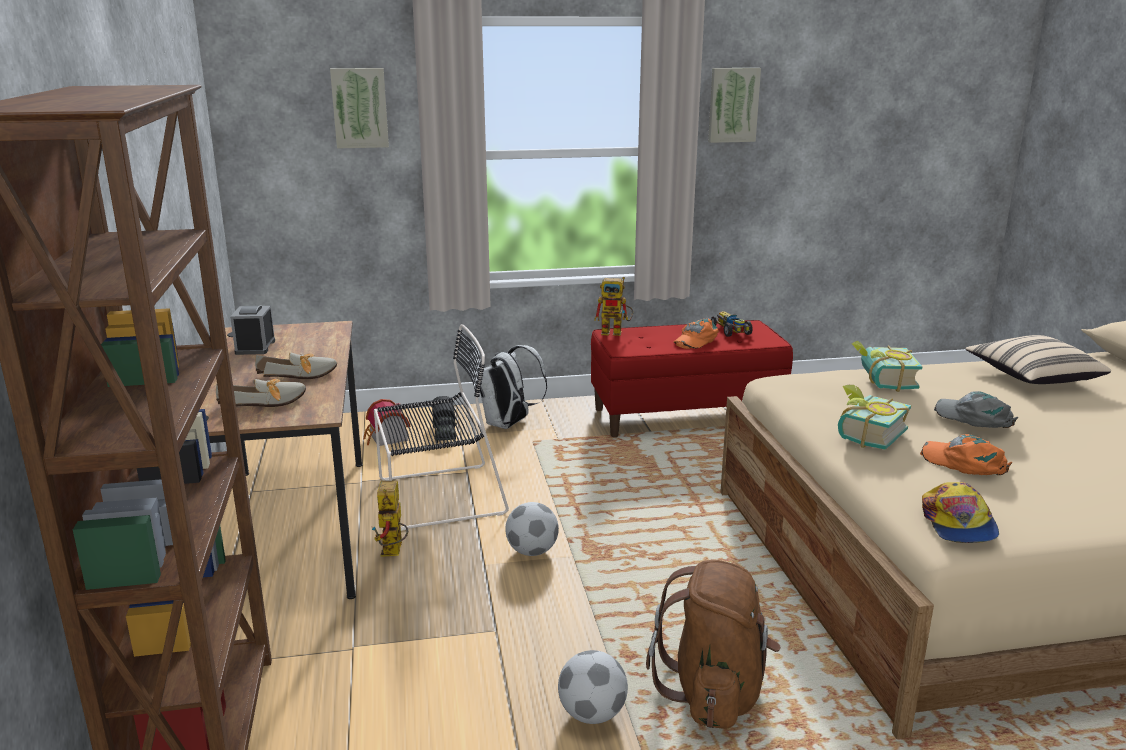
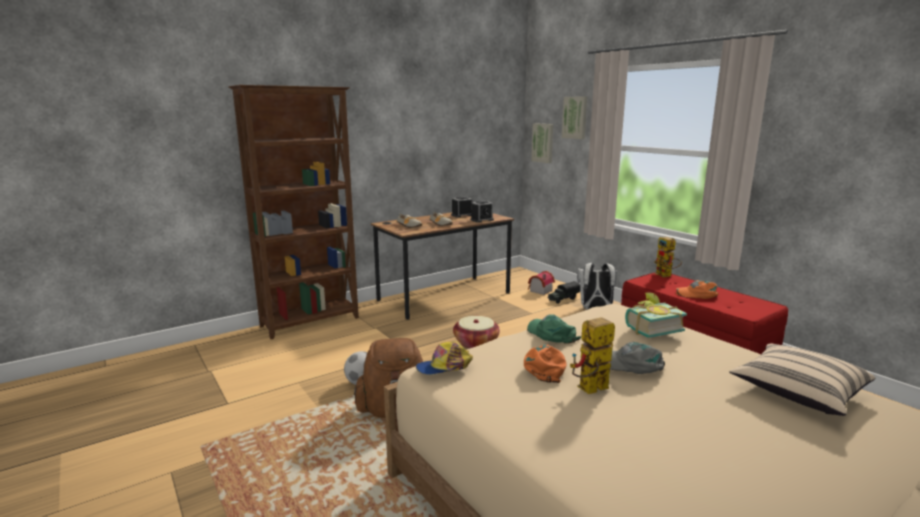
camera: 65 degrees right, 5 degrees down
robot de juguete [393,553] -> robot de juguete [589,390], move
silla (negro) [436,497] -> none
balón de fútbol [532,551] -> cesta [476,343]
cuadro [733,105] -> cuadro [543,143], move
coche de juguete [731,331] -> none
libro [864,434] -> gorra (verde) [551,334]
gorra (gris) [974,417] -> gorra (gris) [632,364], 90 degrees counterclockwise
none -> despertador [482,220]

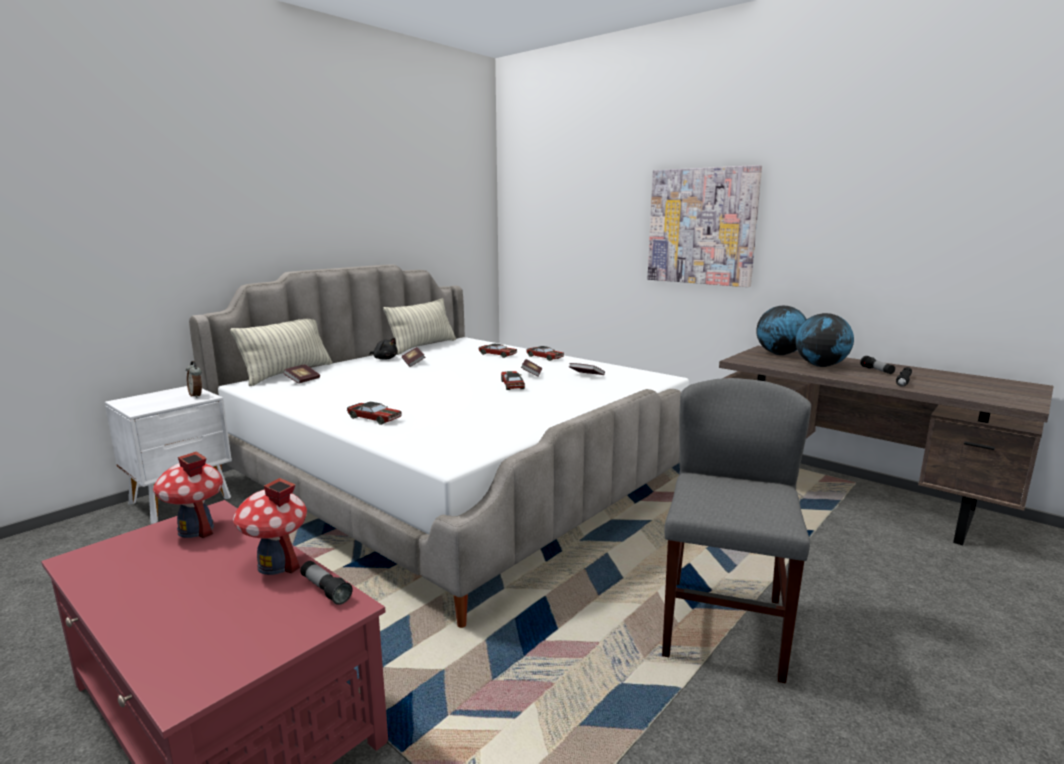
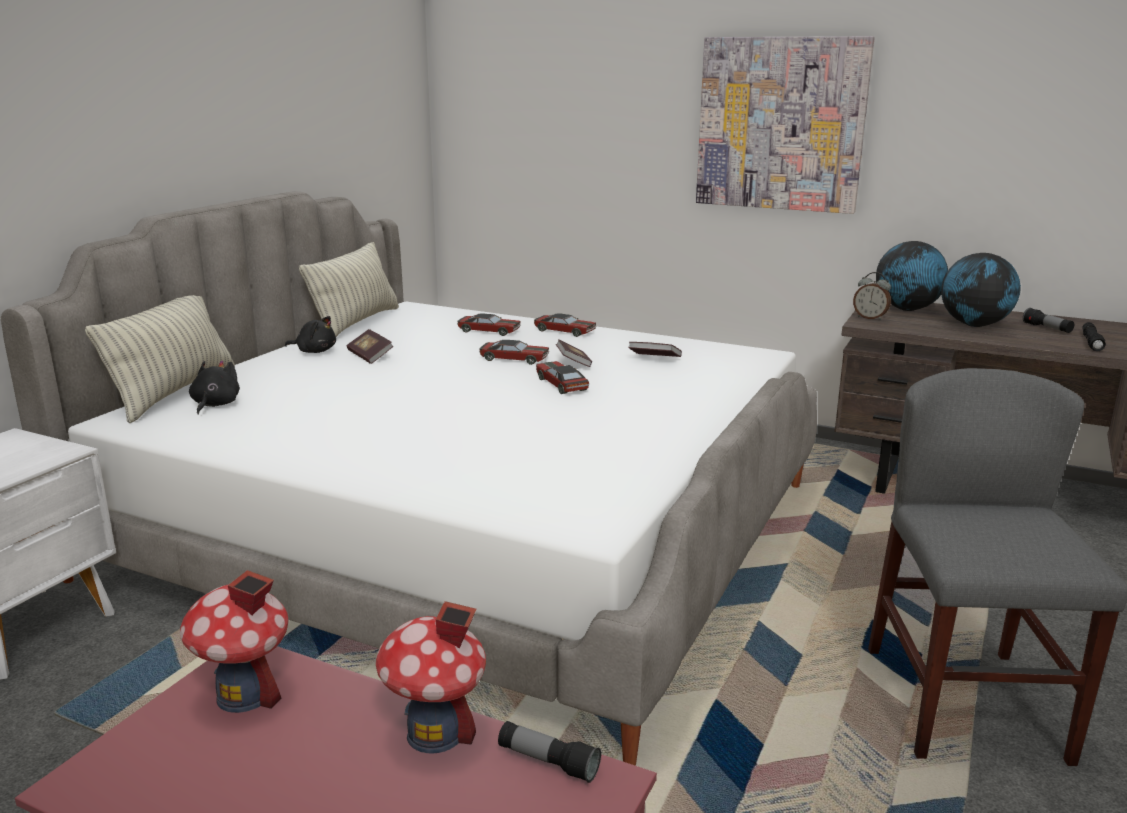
camera: 15 degrees left, 5 degrees up
despertador [197,395] -> despertador [870,318], move
libro [302,381] -> peluche (negro) [214,405]
coche de juguete [374,418] -> coche de juguete [514,359], move

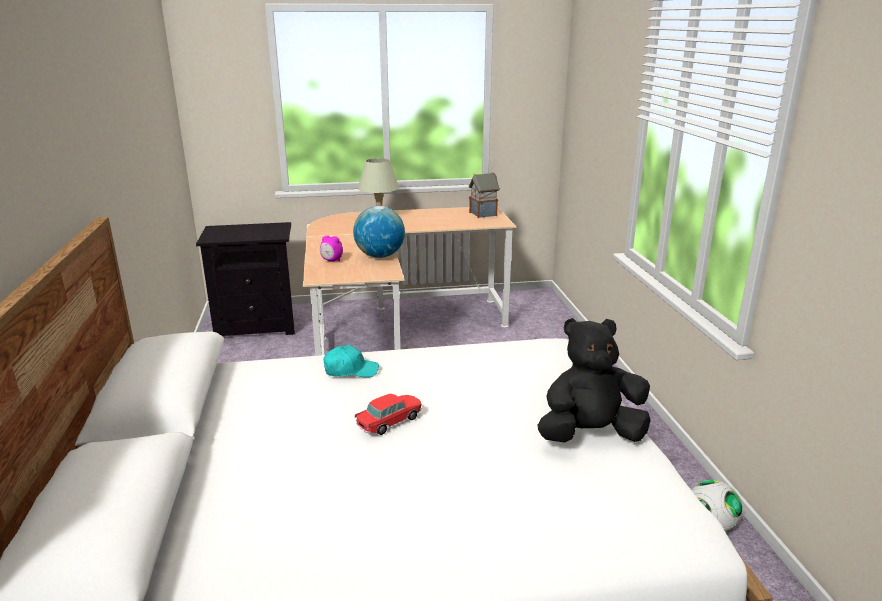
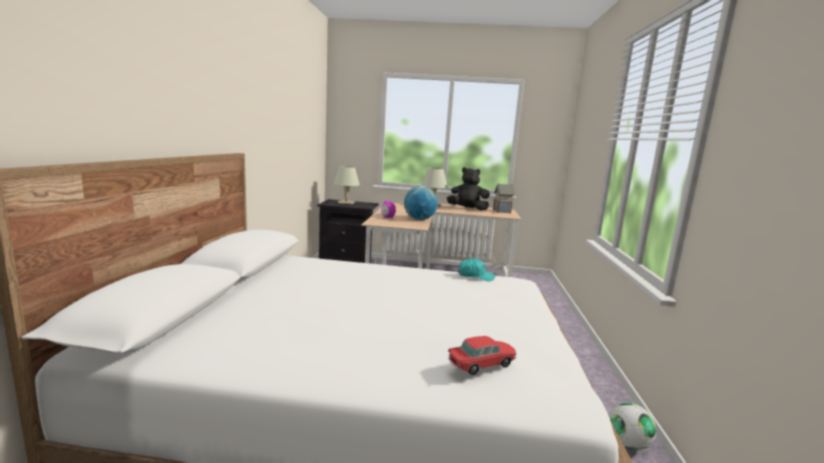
camera: 15 degrees right, 10 degrees down
gorra (turquesa) [350,370] -> gorra (turquesa) [475,276], move
coche de juguete [390,421] -> coche de juguete [482,364], move
peluche (negro) [590,434] -> peluche (negro) [467,209], move
none -> lámpara de mesa (beis) [345,203]

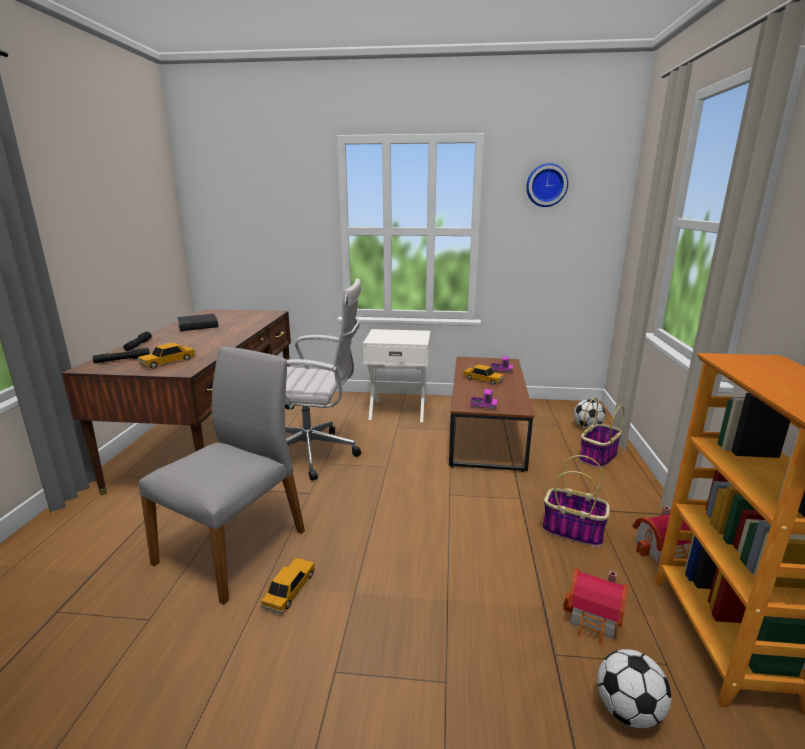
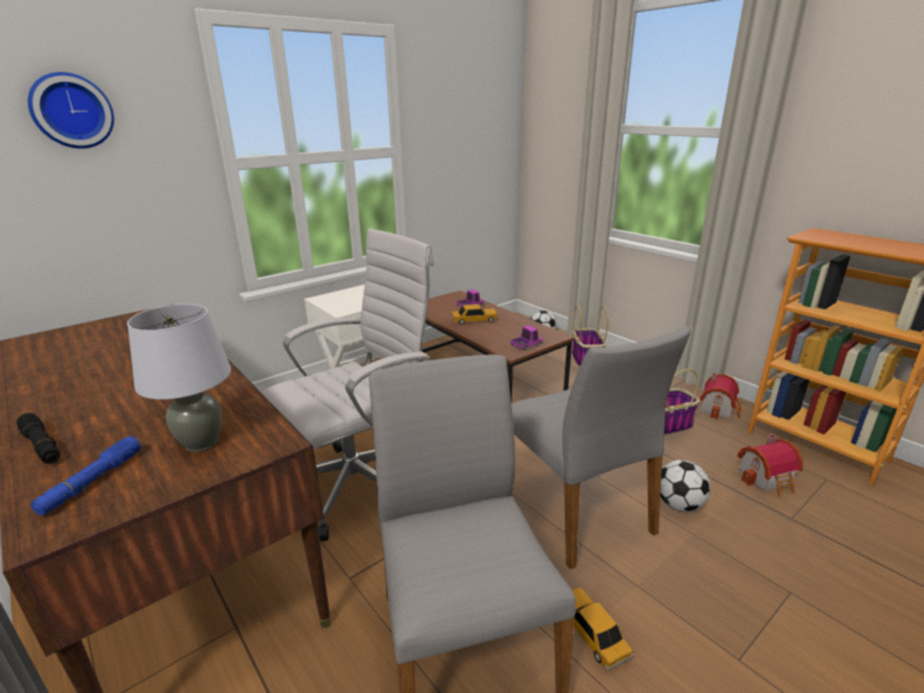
camera: 45 degrees left, 5 degrees up
linterna (negro) [122,360] -> linterna (azul) [92,482]
coche de juguete [168,362] -> lámpara de mesa (gris) [201,443]
libro (negro) [198,326] -> none
reloj de pared [546,185] -> reloj de pared [72,111], move
balón de fútbol [628,710] -> balón de fútbol [679,504], move
none -> silla (gris) [576,509]

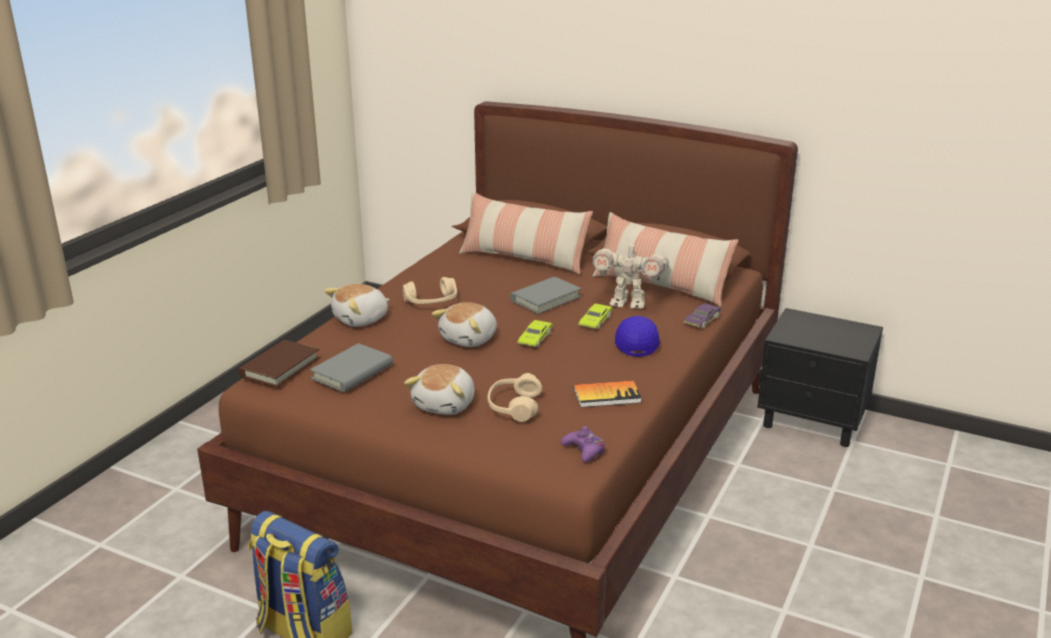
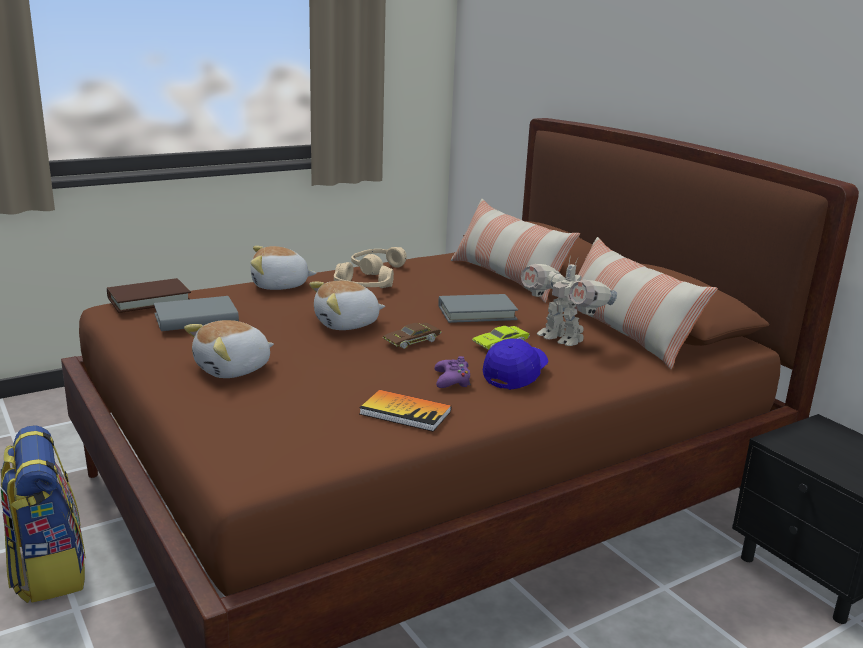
camera: 30 degrees right, 5 degrees down
auriculares (beis) [514,407] -> auriculares (beis) [376,268], move
coche de juguete (verde) [535,338] -> coche de juguete (marrón) [411,341]
mando de consola (morado) [584,450] -> mando de consola (morado) [452,380], move
coche de juguete (morado) [702,320] -> none

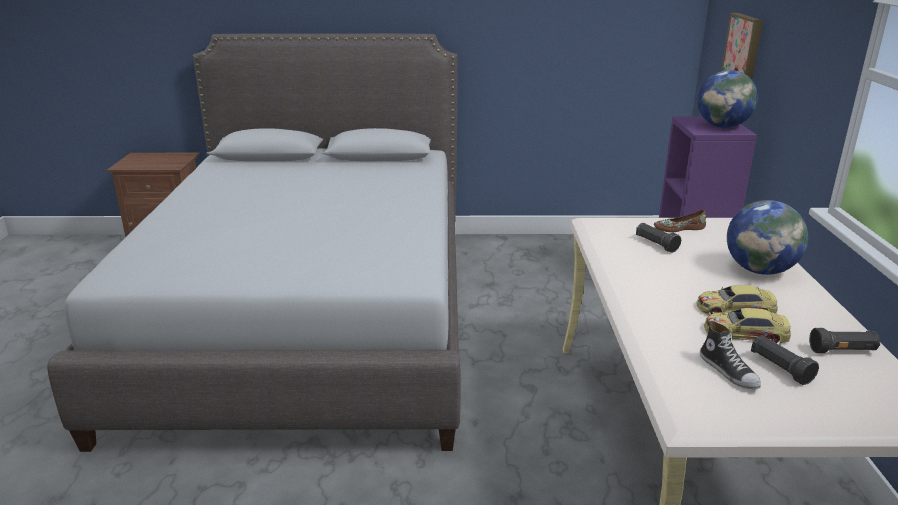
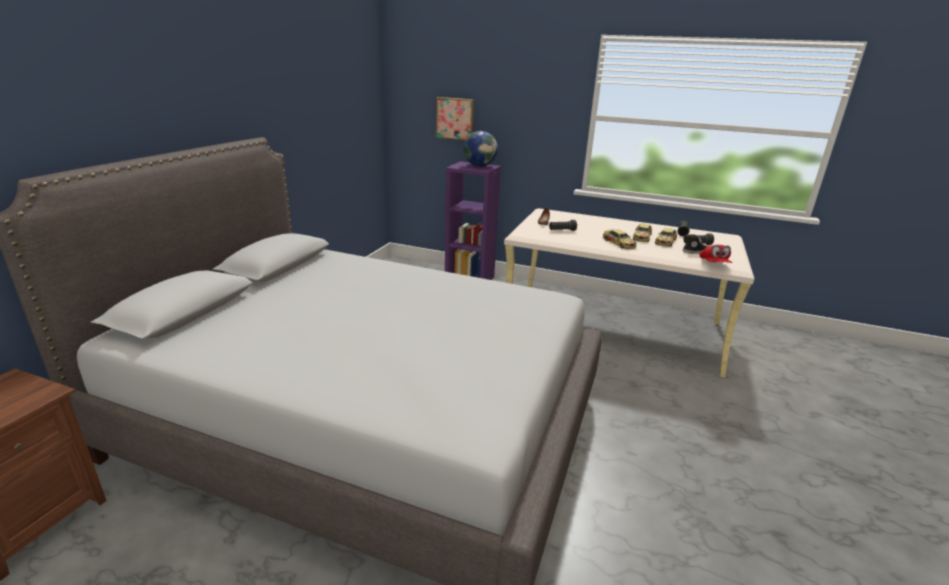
camera: 70 degrees left, 0 degrees up
globo terráqueo [759,270] -> none
none -> coche de juguete [619,243]
none -> gorra (rojo) [714,264]

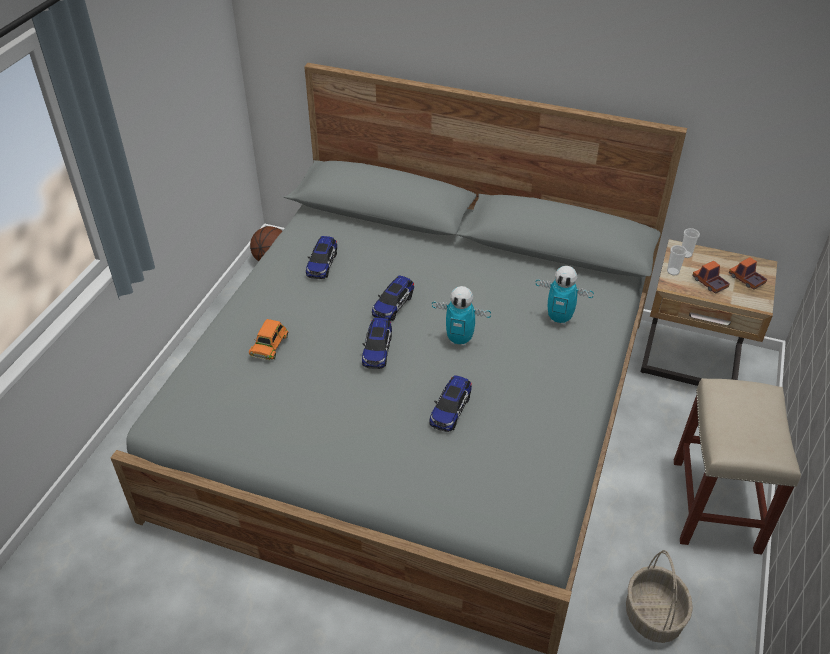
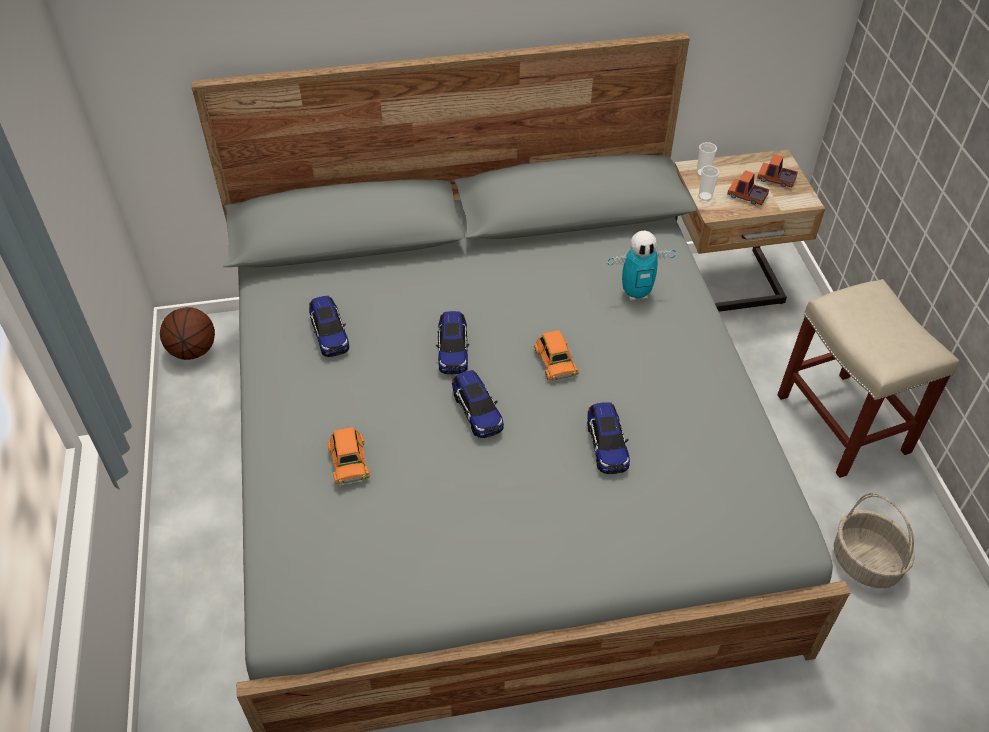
camera: 30 degrees left, 5 degrees up
robot de juguete [459,340] -> coche de juguete (naranja) [555,361]

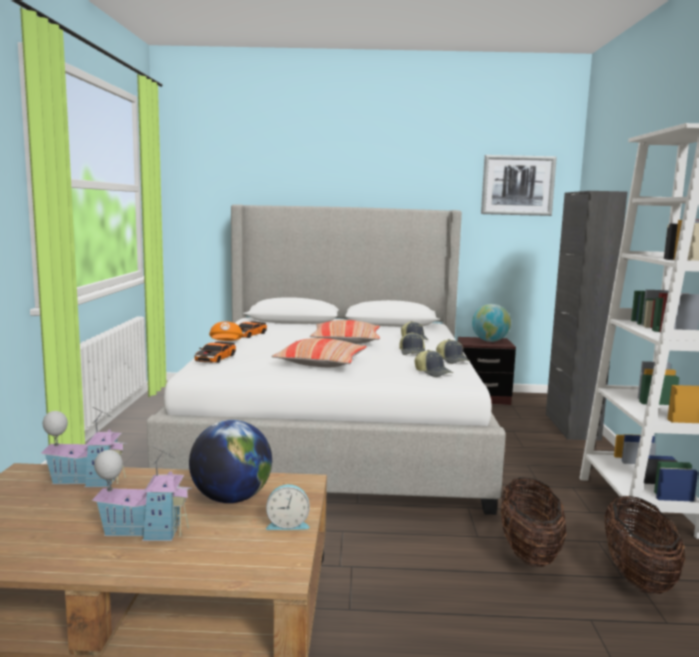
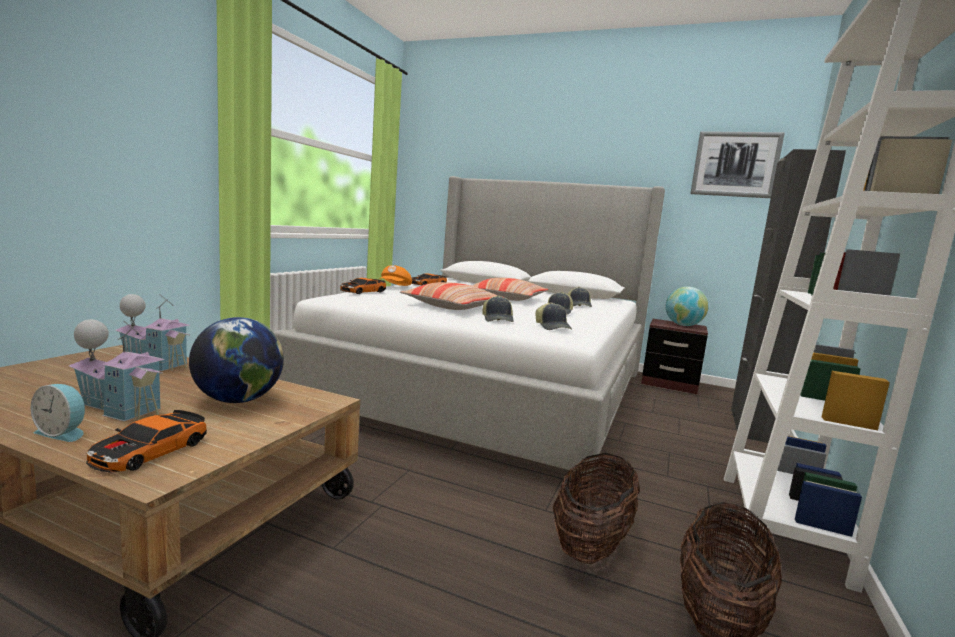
camera: 20 degrees right, 0 degrees up
despertador [287,524] -> despertador [63,432], move
gorra [452,360] -> gorra [498,319], move
none -> coche de juguete [150,451]

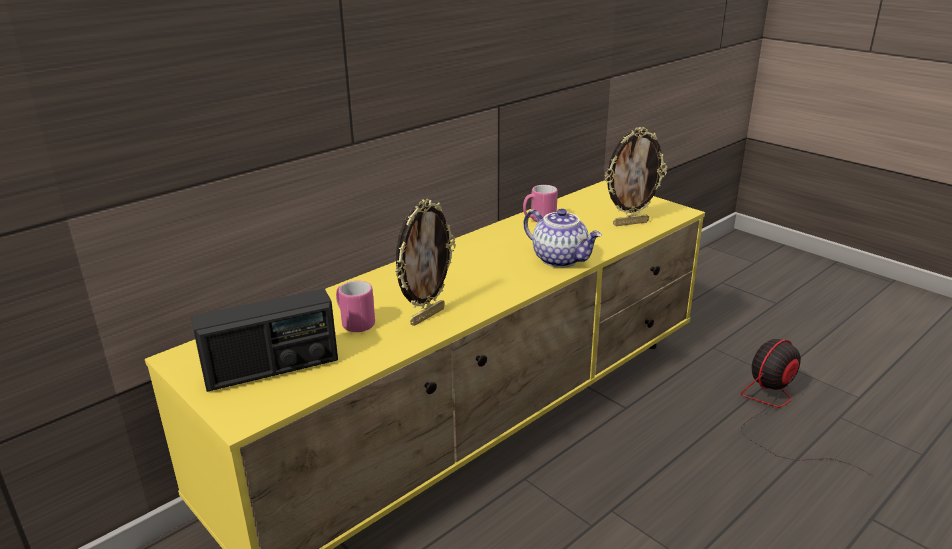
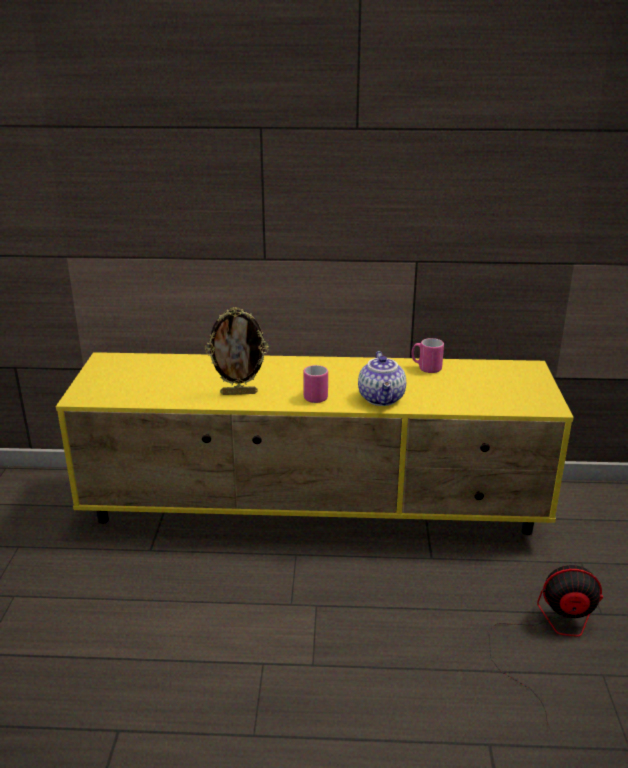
camera: 45 degrees right, 0 degrees up
radio [272,369] -> none
taza grande (rosa) [354,323] -> taza grande (rosa) [315,396], move
portarretratos [630,223] -> none

